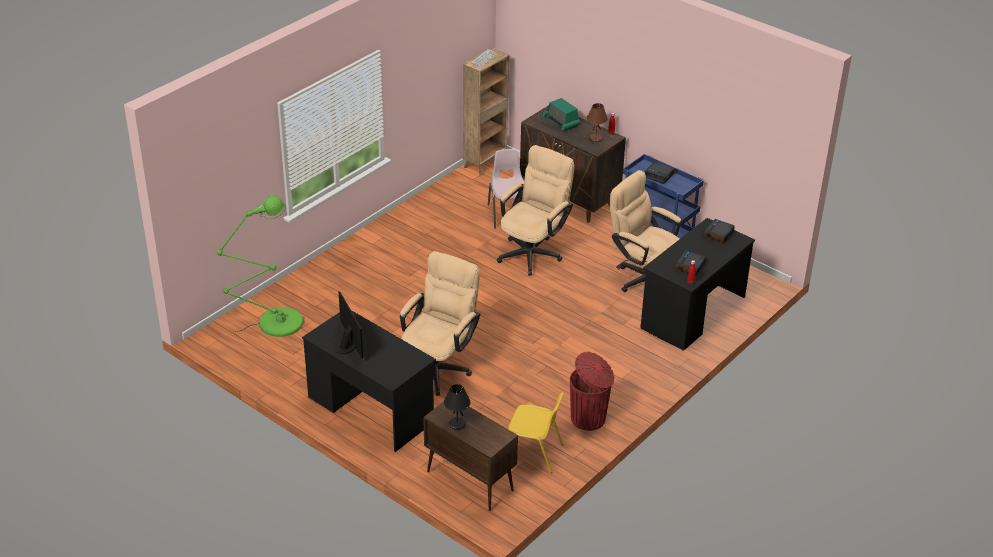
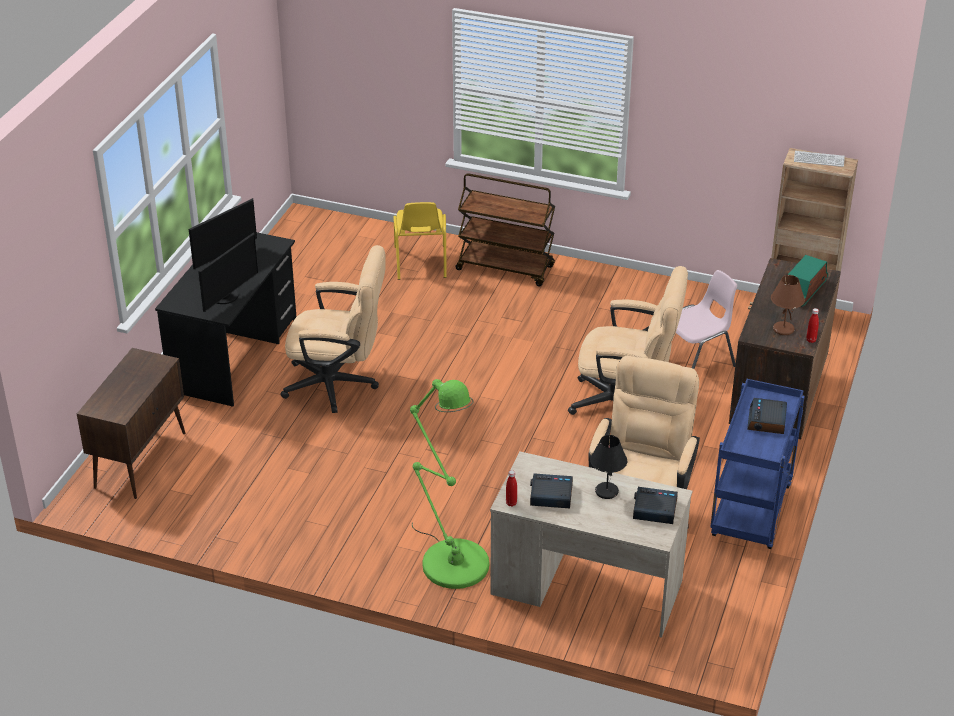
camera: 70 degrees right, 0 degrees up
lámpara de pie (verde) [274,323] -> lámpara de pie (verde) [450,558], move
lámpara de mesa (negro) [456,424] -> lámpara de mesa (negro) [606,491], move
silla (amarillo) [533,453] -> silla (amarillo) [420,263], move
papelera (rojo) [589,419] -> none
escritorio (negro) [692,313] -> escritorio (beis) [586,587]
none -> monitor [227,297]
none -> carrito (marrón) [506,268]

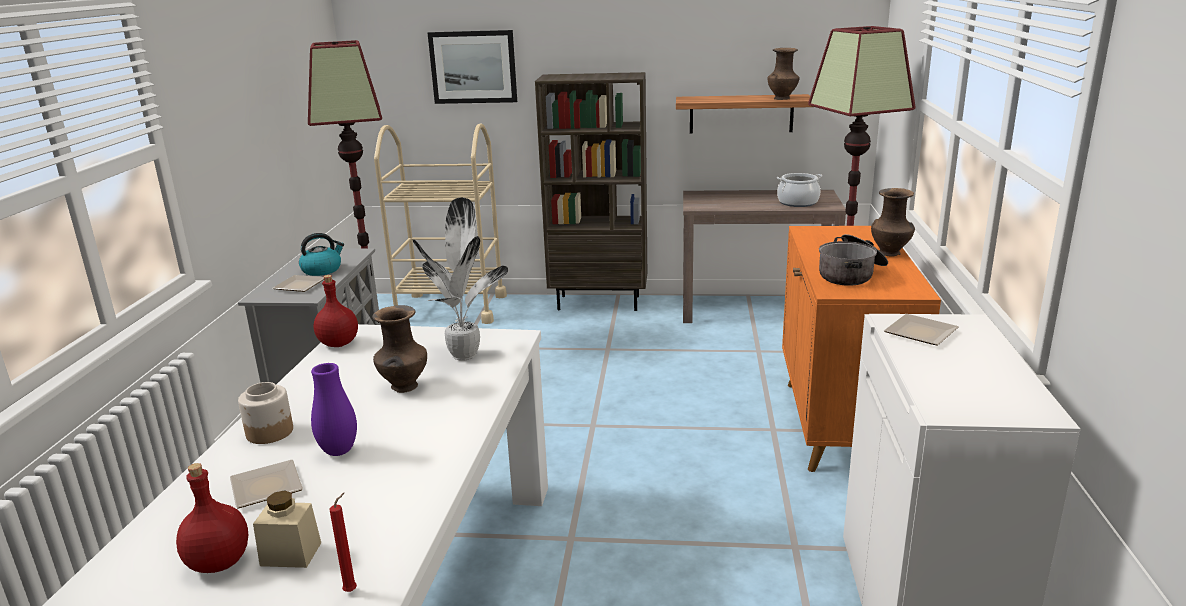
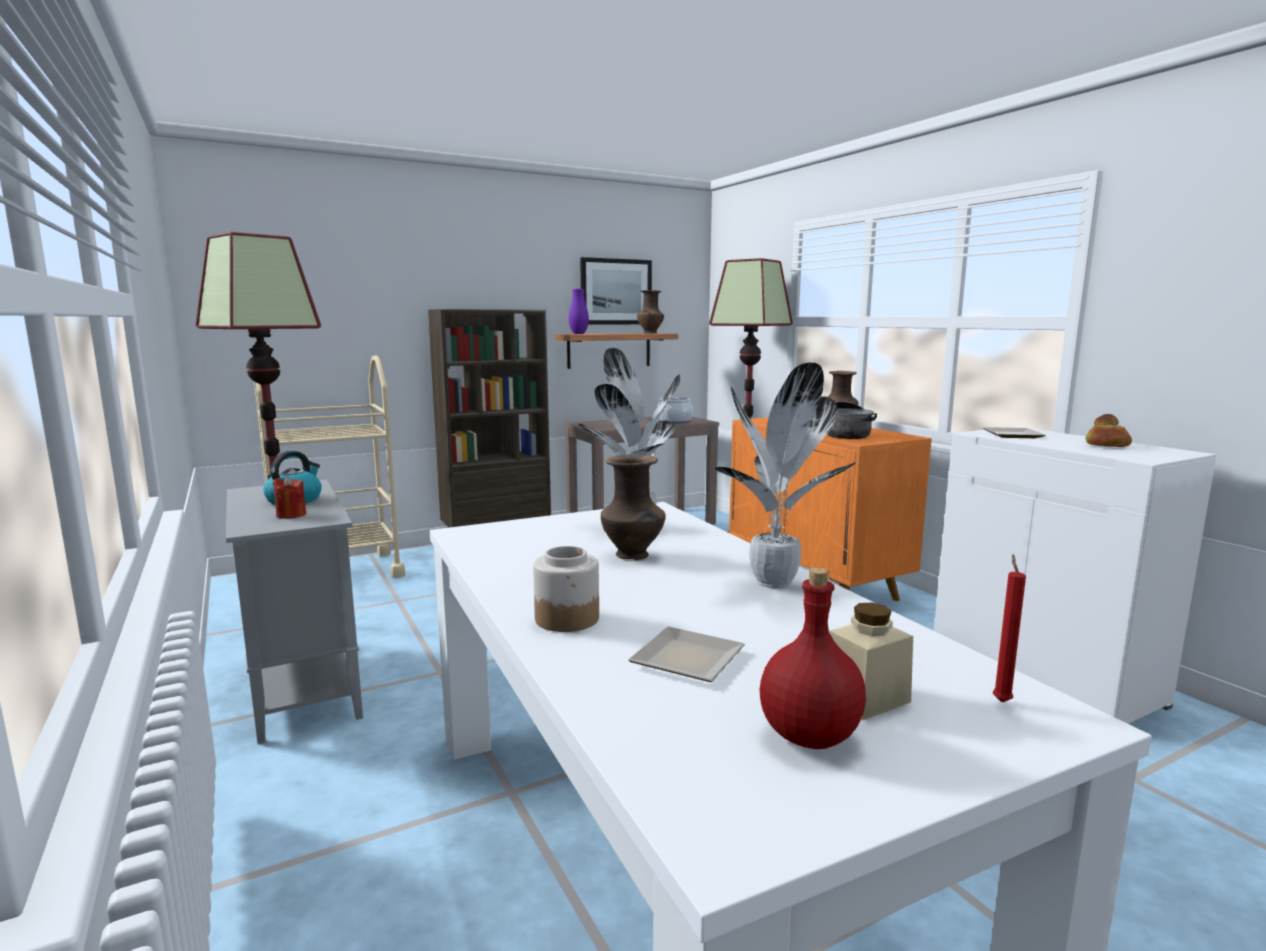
camera: 35 degrees left, 10 degrees down
plato [298,286] -> vela (rojo) [291,515]
florero (morado) [339,451] -> florero (morado) [578,334], move
botella (rojo) [338,343] -> none
cuadro [473,67] -> cuadro [615,292], move
none -> planta en maceta [774,583]
none -> pan [1106,445]

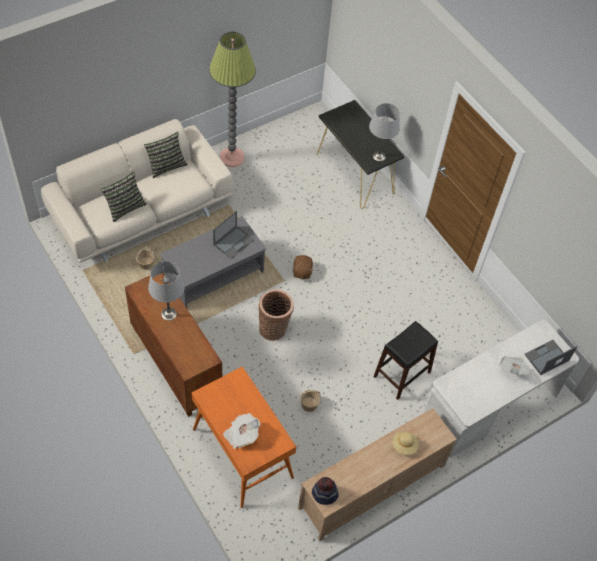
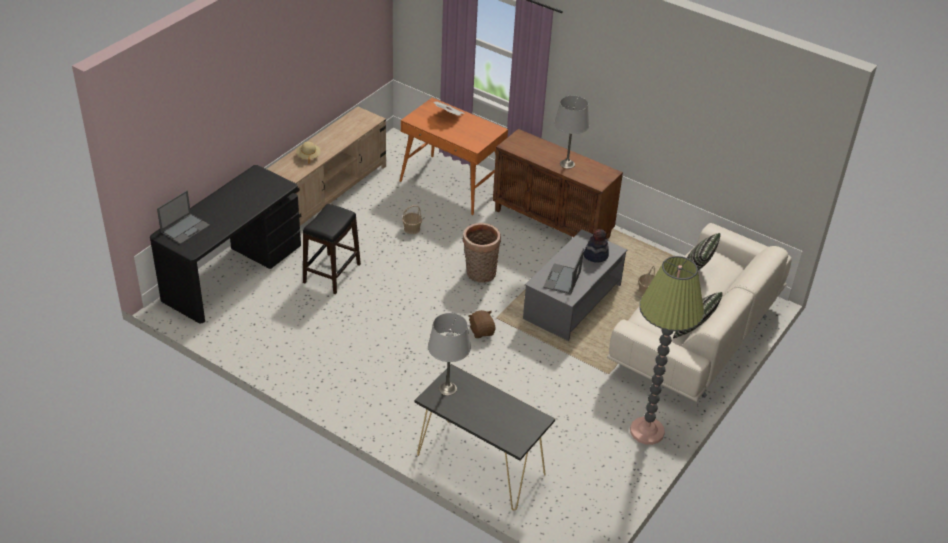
camera: 160 degrees right, 15 degrees down
sombrero [324,494] -> sombrero [595,255], move
escritorio (blanco) [490,407] -> escritorio (negro) [232,272]
periódico [513,369] -> none

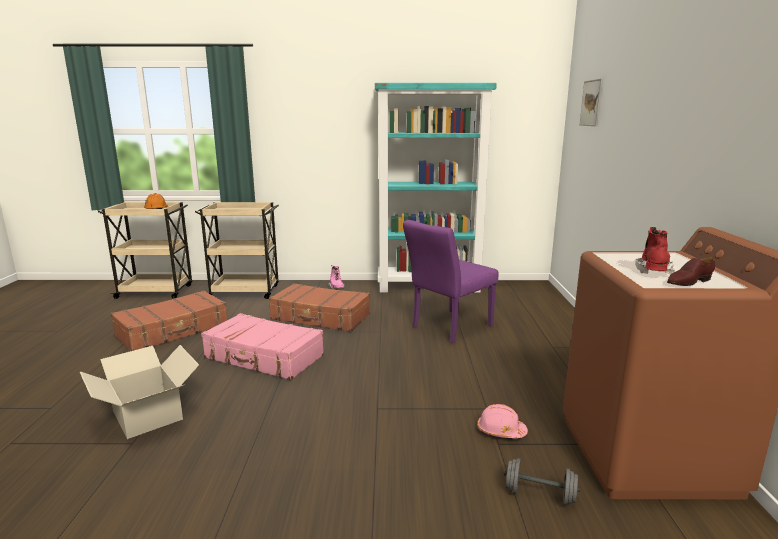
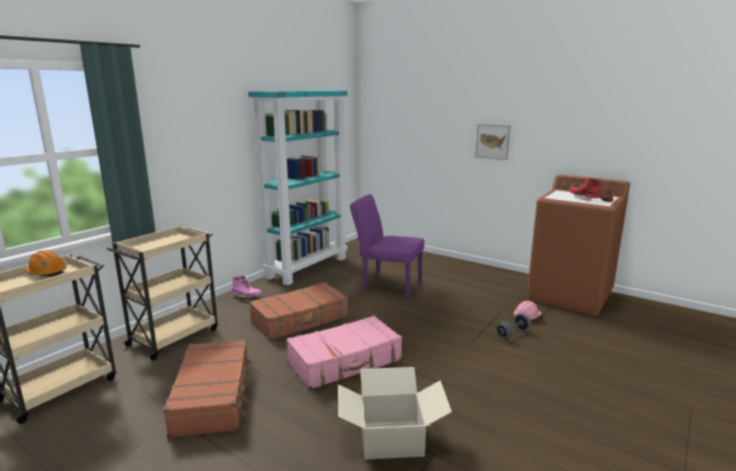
camera: 55 degrees left, 0 degrees up
silla (morado) [447,328] -> silla (morado) [386,286], 120 degrees clockwise
mancuerna (gris) [539,494] -> mancuerna (gris) [512,334], move
cuadro [591,103] -> cuadro [492,141], move

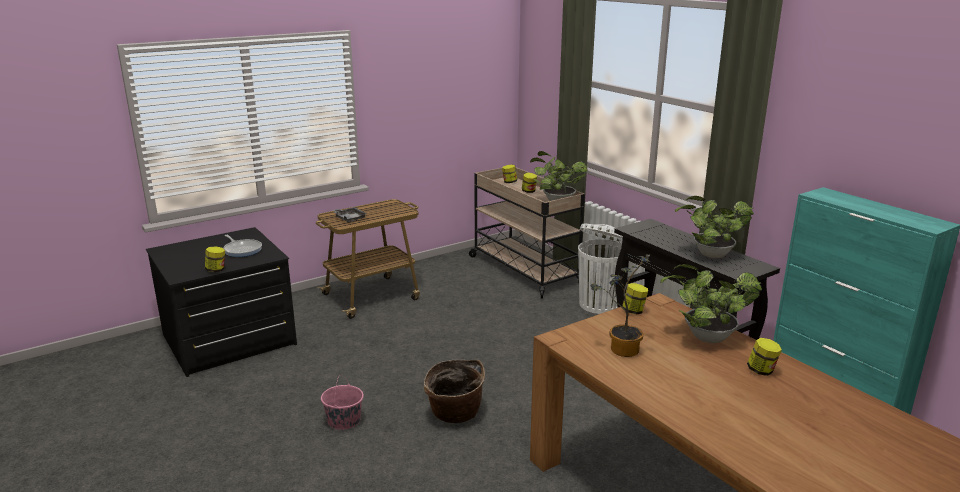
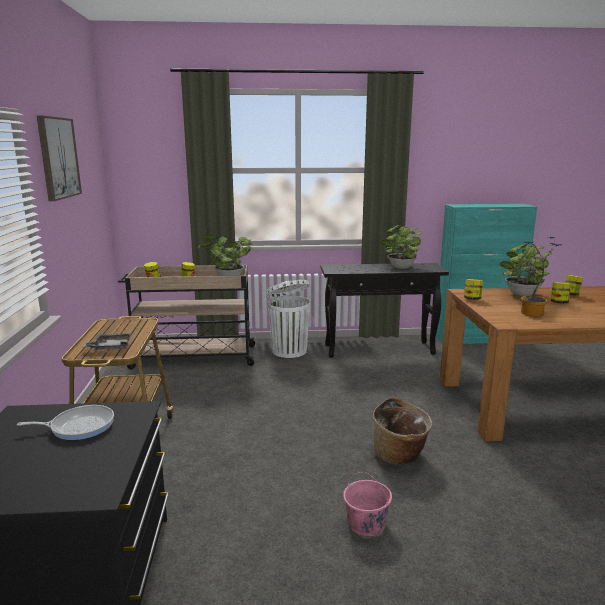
camera: 60 degrees left, 5 degrees down
tarro [216,270] -> tarro [559,303], move
none -> cuadro [58,158]

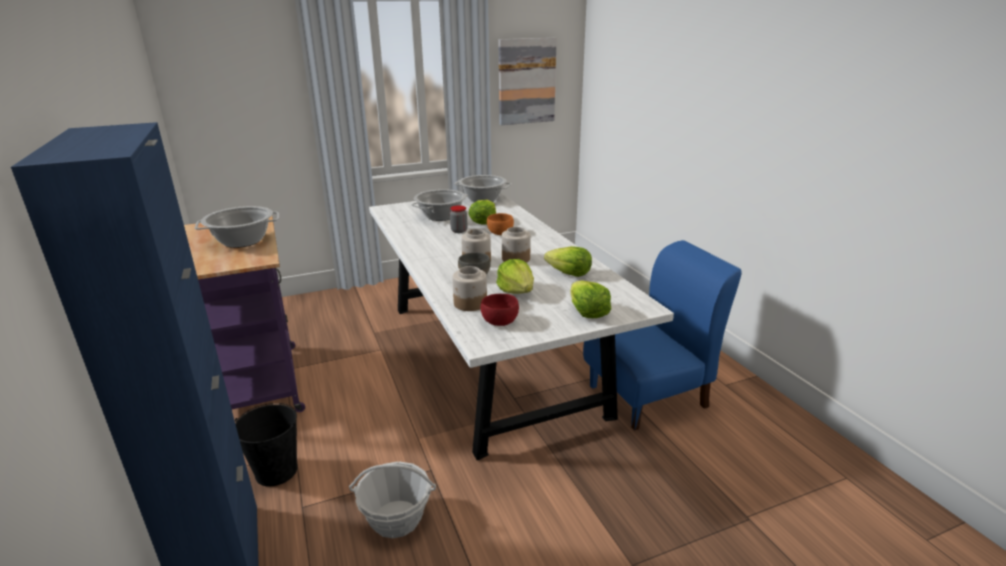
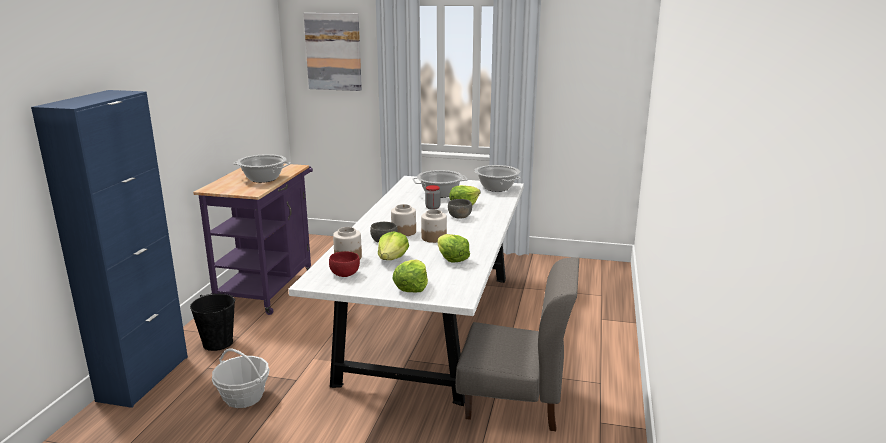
camera: 35 degrees right, 5 degrees down
cuenco (naranja) [500,233] -> cuenco (gris) [459,216]
cuadro [526,81] -> cuadro [333,51], move
silla (azul) [649,396] -> silla (gris) [514,401]

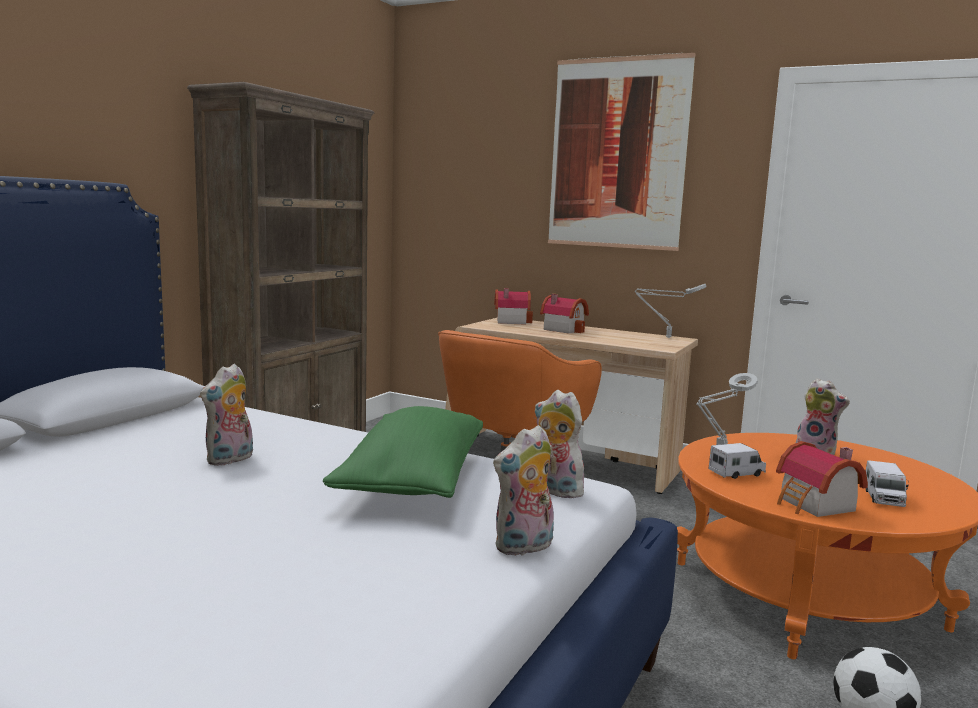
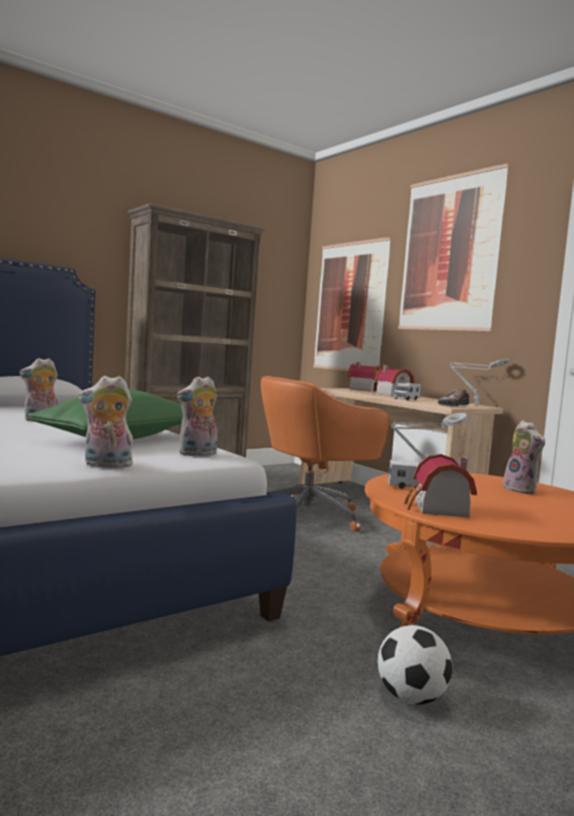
camera: 25 degrees right, 5 degrees down
peluche [555,490] -> peluche [197,454], 105 degrees counterclockwise
camión de juguete [883,498] -> camión de juguete [405,399], move
none -> cuadro [350,306]
none -> zapato [452,405]

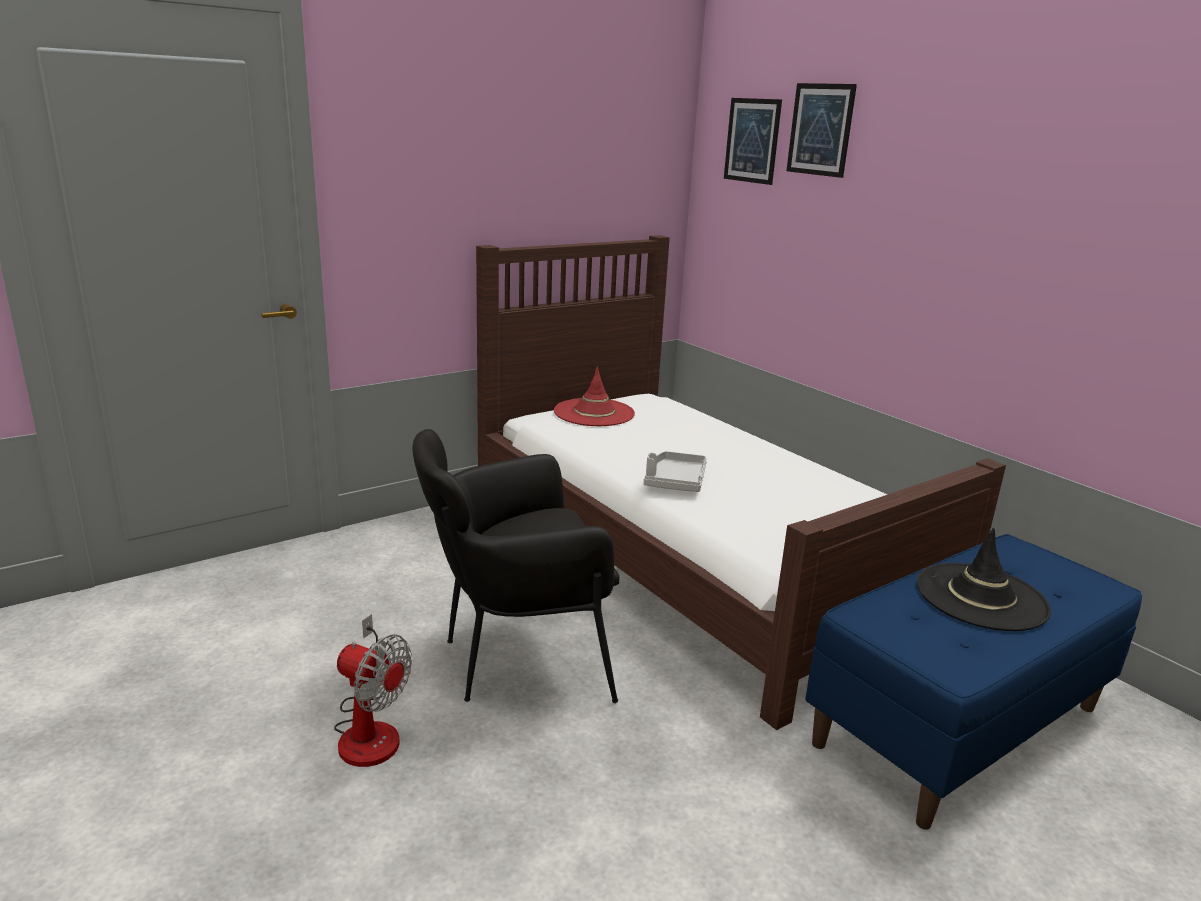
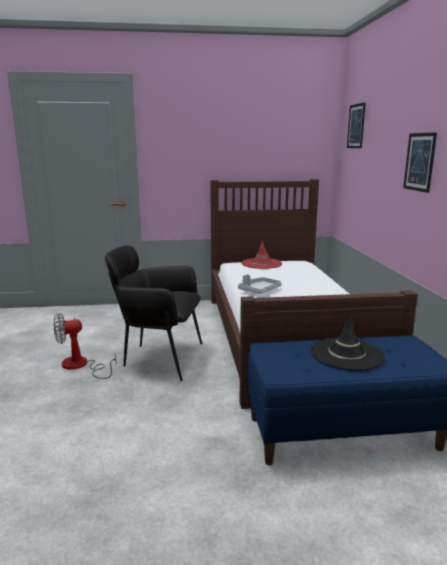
camera: 30 degrees right, 5 degrees down
ventilador [370,729] -> ventilador [81,366], 105 degrees clockwise
cuadro [820,129] -> cuadro [419,162], move

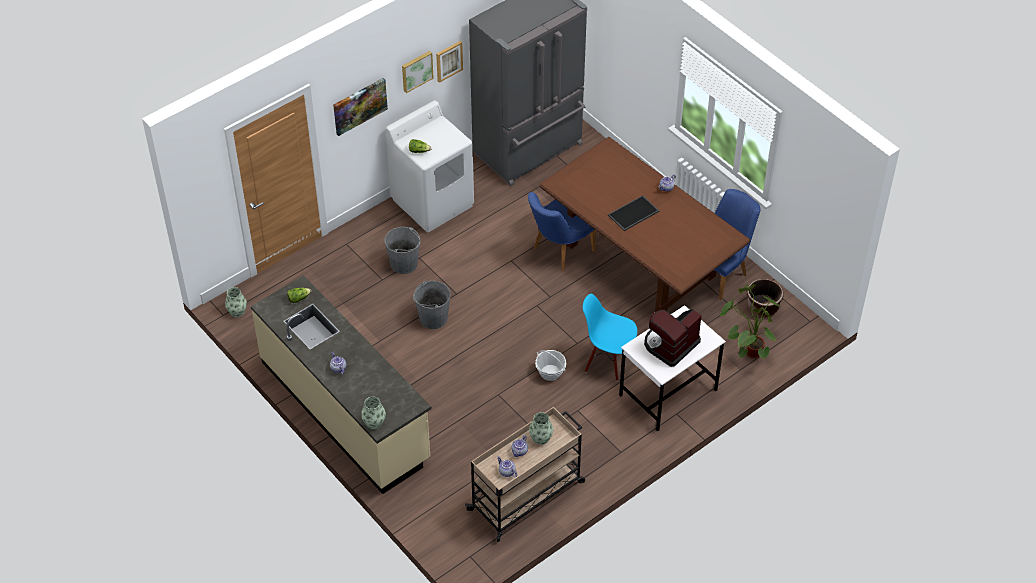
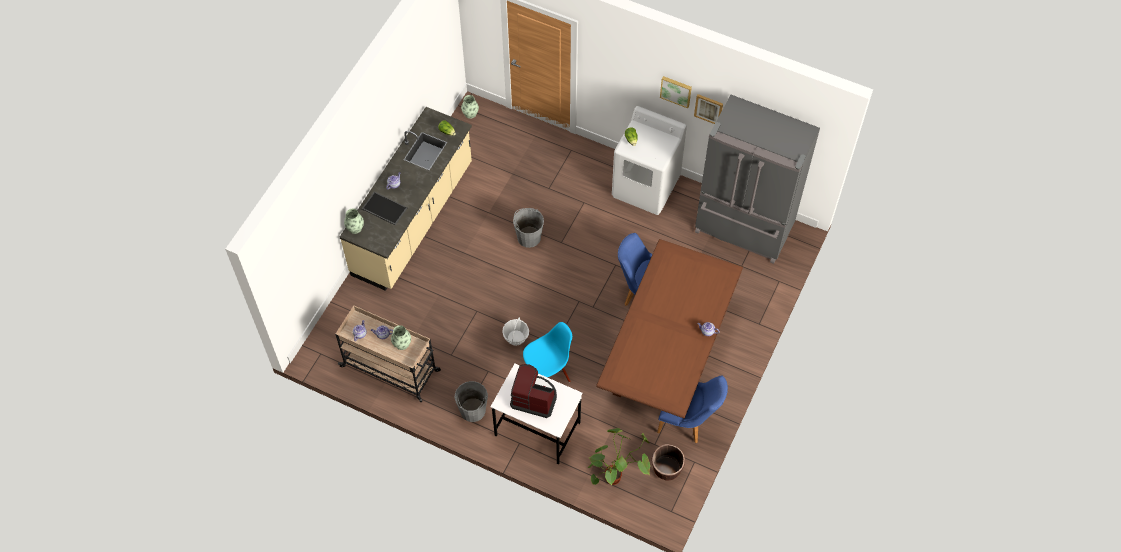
camera: 65 degrees right, 10 degrees up
cuadro [359,106] -> none
cubo (gris) [404,263] -> cubo (gris) [472,410], move
silla (azul) [608,361] -> silla (azul) [548,373], 60 degrees clockwise
bandeja [633,214] -> bandeja [384,209], move

